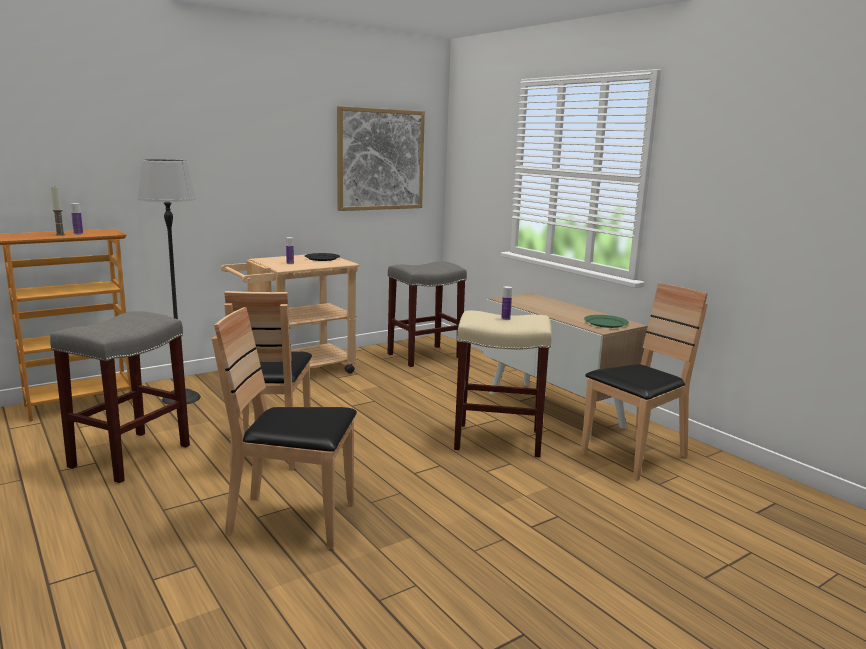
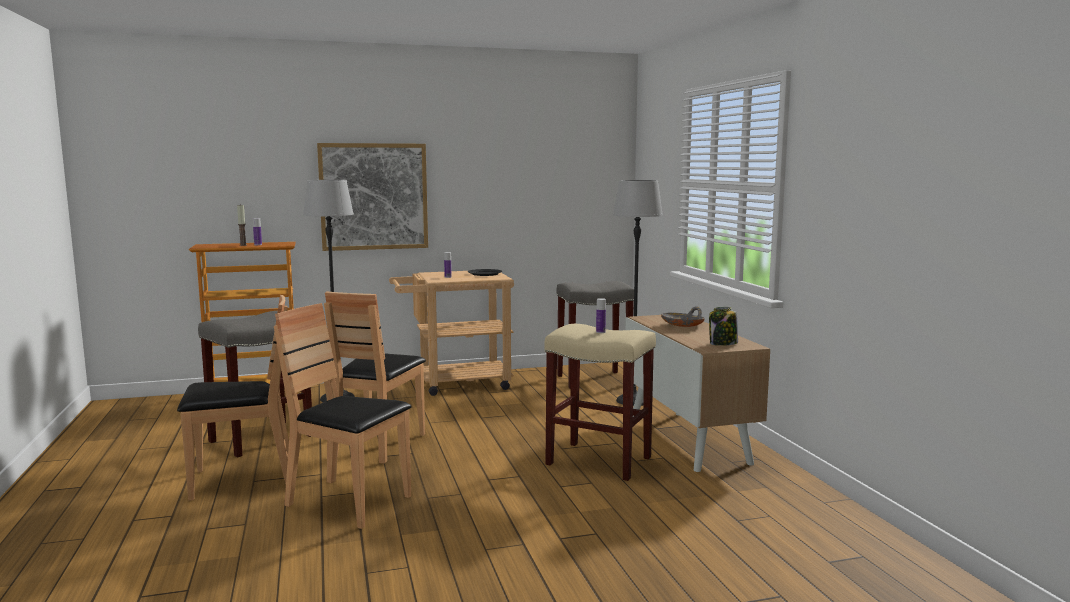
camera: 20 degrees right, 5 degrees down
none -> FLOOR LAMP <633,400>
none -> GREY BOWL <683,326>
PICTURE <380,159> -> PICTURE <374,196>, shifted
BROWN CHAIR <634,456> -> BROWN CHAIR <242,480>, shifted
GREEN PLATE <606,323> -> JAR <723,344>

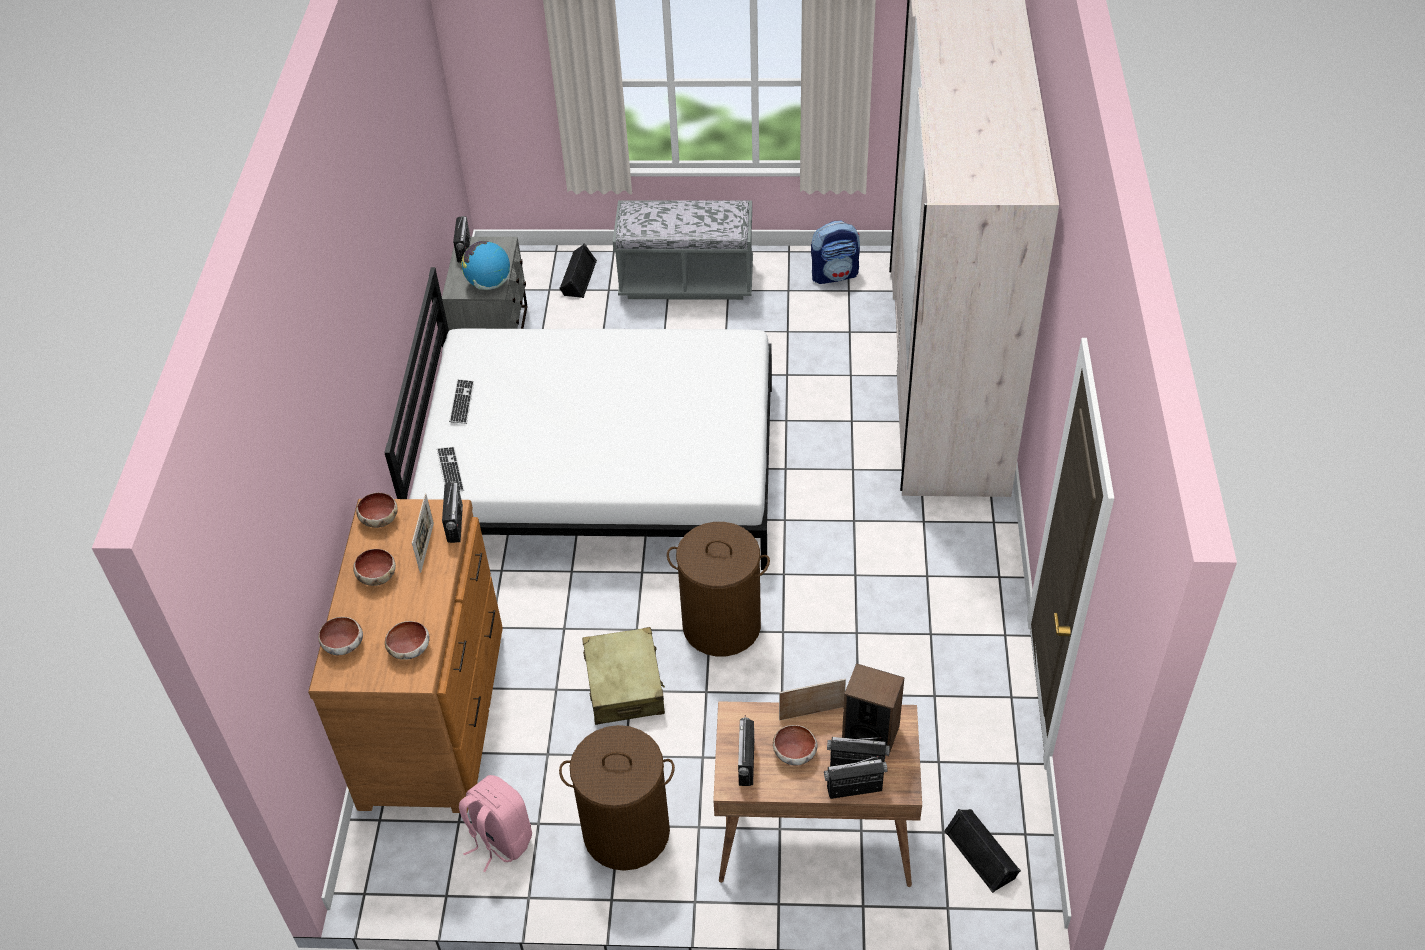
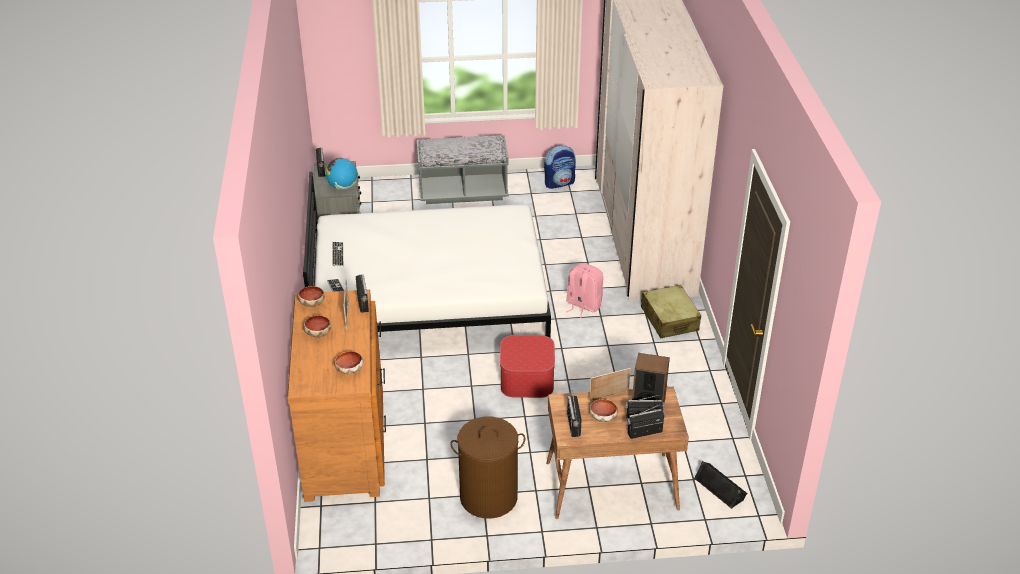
camera: 10 degrees left, 10 degrees down
BOWL <344,644> -> none
BLACK SPEAKER <577,277> -> none
PINK BACKPACK <499,839> -> PINK BACKPACK <582,305>, shifted
BEIGE SUITCASE <624,685> -> BEIGE SUITCASE <669,319>, shifted
BROWN LAUNDRY BASKET <721,626> -> OTTOMAN <526,379>

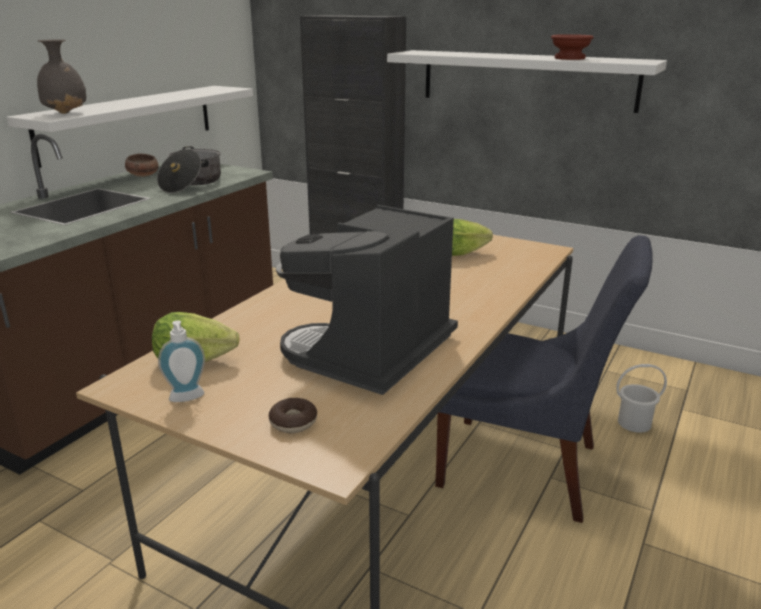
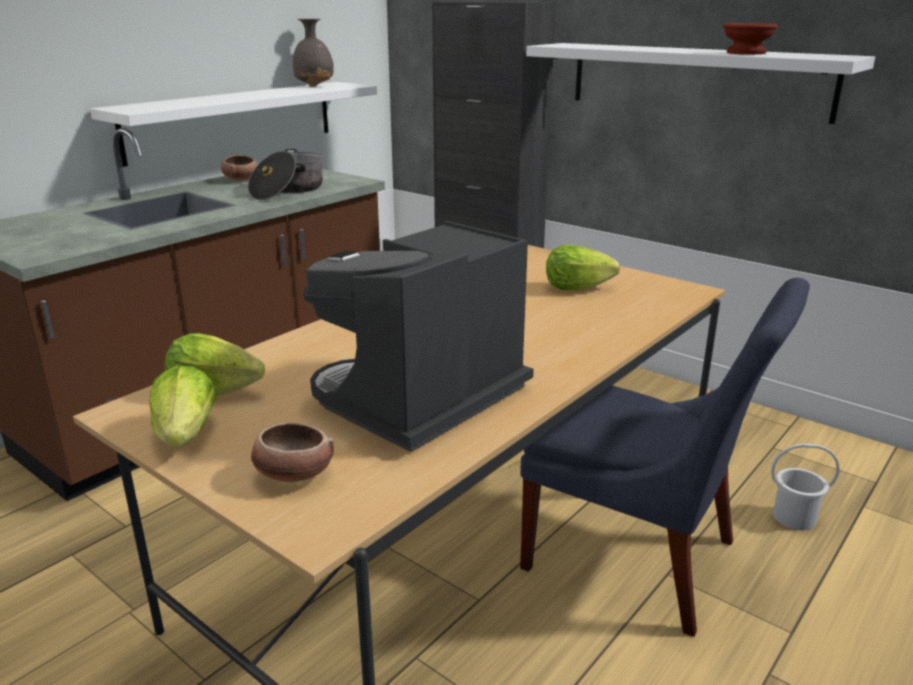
camera: 10 degrees right, 0 degrees up
GREY VASE <67,113> -> GREY VASE <315,86>, shifted
SOAP DISPENSER <187,399> -> LETTUCE <186,435>
DONUT <293,422> -> BOWL <292,474>

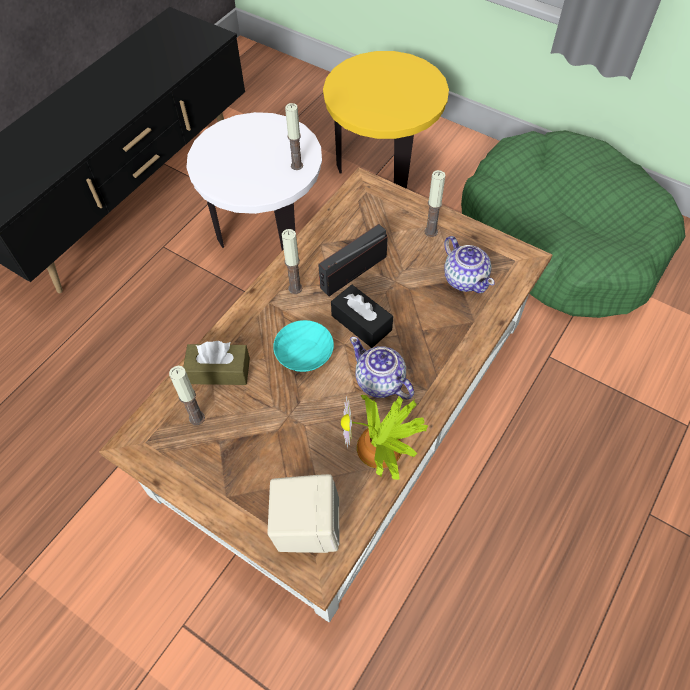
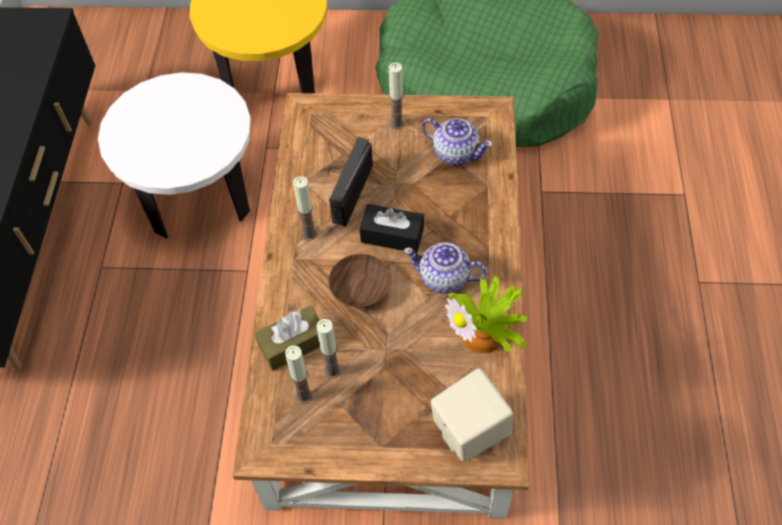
camera: 30 degrees left, 0 degrees up
CANDLE <297,165> -> CANDLE <332,371>, shifted
TURQUOISE BOWL <305,352> -> BROWN BOWL <361,286>

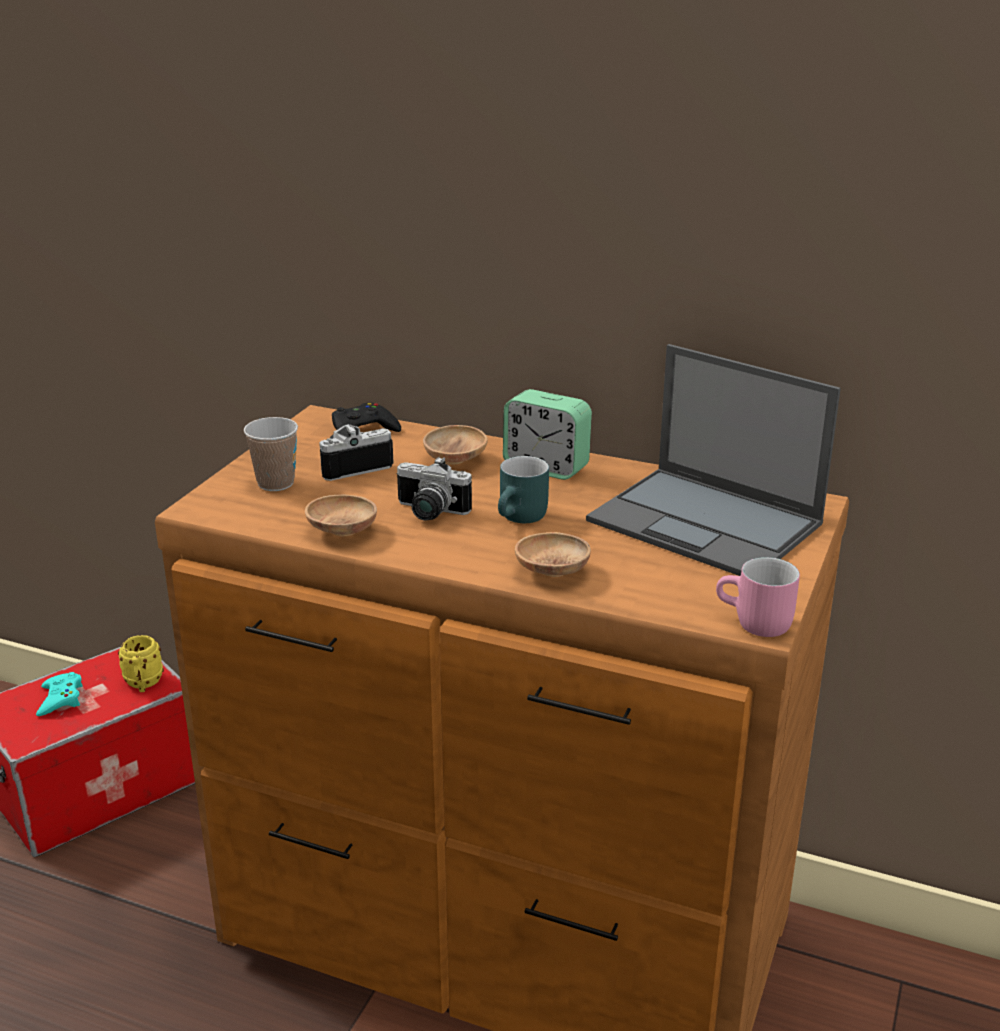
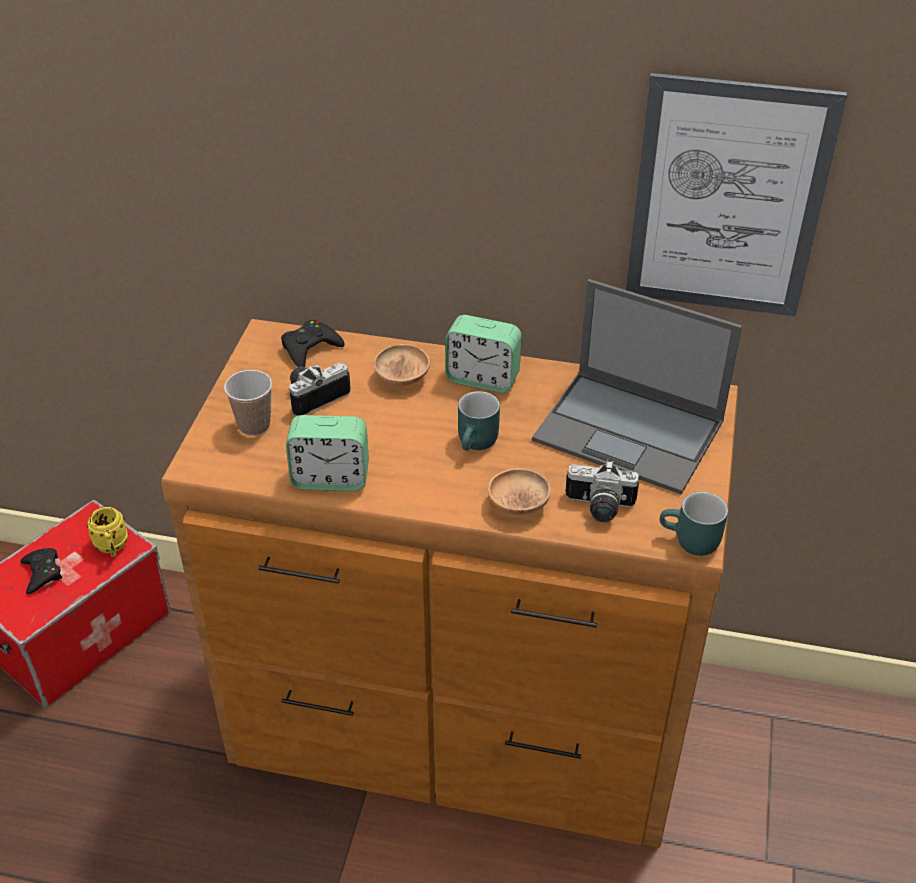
camera: 10 degrees left, 15 degrees up
none -> PICTURE <727,199>
PHOTO CAMERA <428,513> -> PHOTO CAMERA <599,508>, shifted
BROWN BOWL <342,531> -> ALARM CLOCK <330,478>
TURQUOISE GAME CONTROLLER <60,699> -> BLACK GAME CONTROLLER <42,573>
PINK MUG <754,624> -> TURQUOISE MUG <690,542>

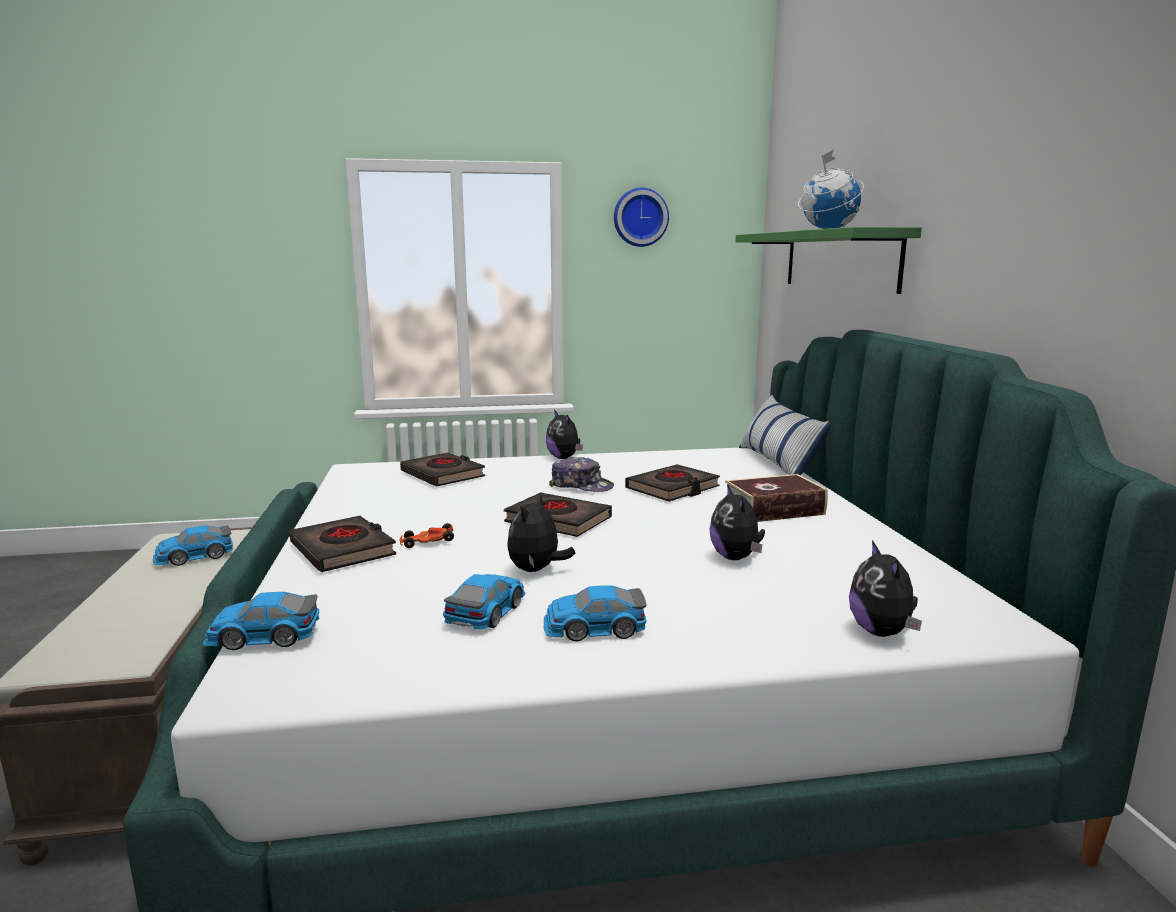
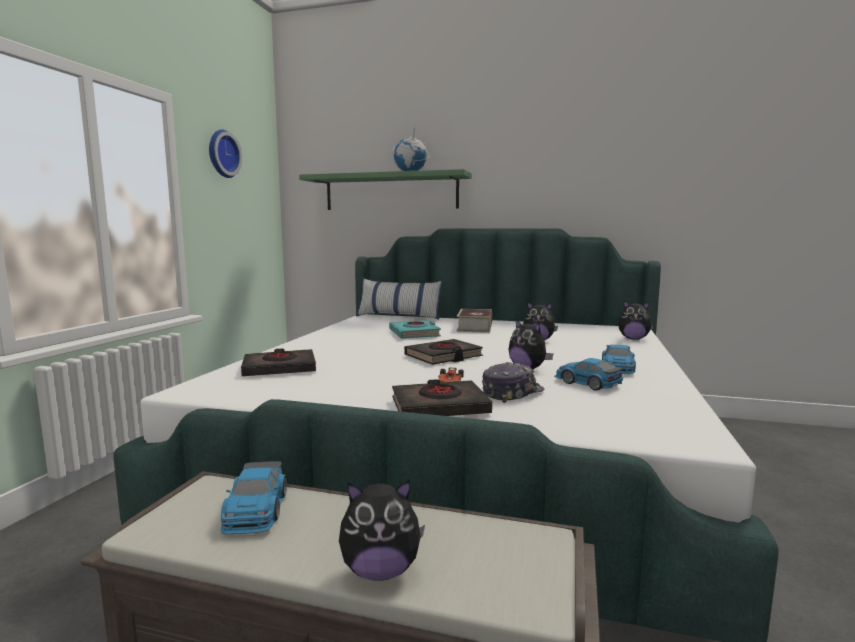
camera: 65 degrees left, 5 degrees down
TOY CAR <263,636> -> none
PLUSH TOY <564,458> -> PLUSH TOY <380,571>, shifted
CAP <581,486> -> CAP <512,393>, shifted
BLACK BOOK <672,489> -> TURQUOISE BOOK <414,333>

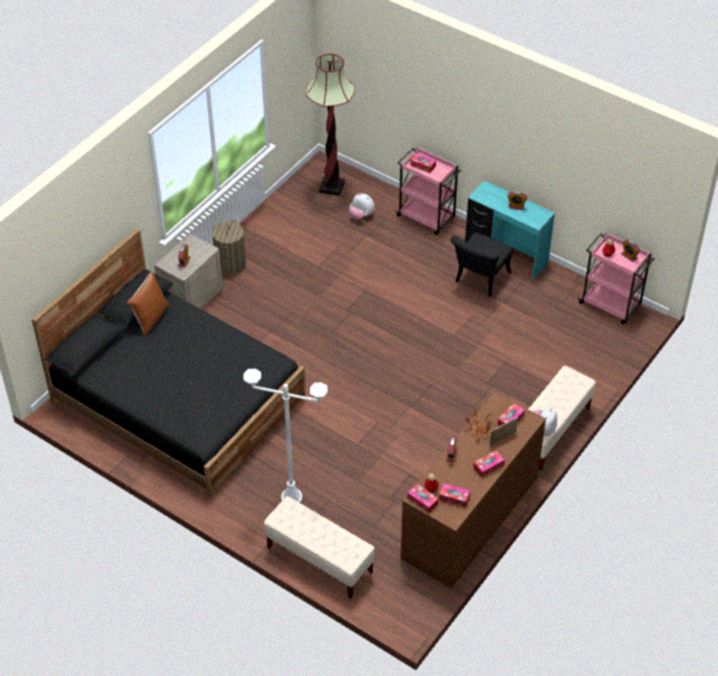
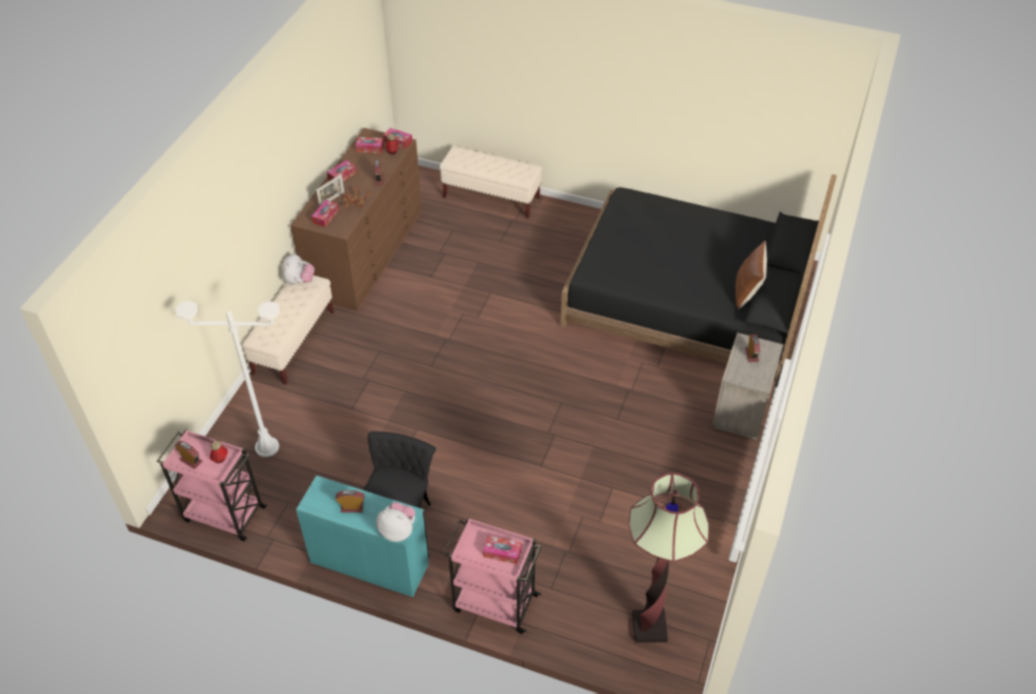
camera: 165 degrees right, 0 degrees up
LAUNDRY BASKET <230,264> -> none
WHITE FLOOR LAMP <291,497> -> WHITE FLOOR LAMP <267,447>, shifted
PLUSH TOY <361,215> -> PLUSH TOY <398,531>, shifted

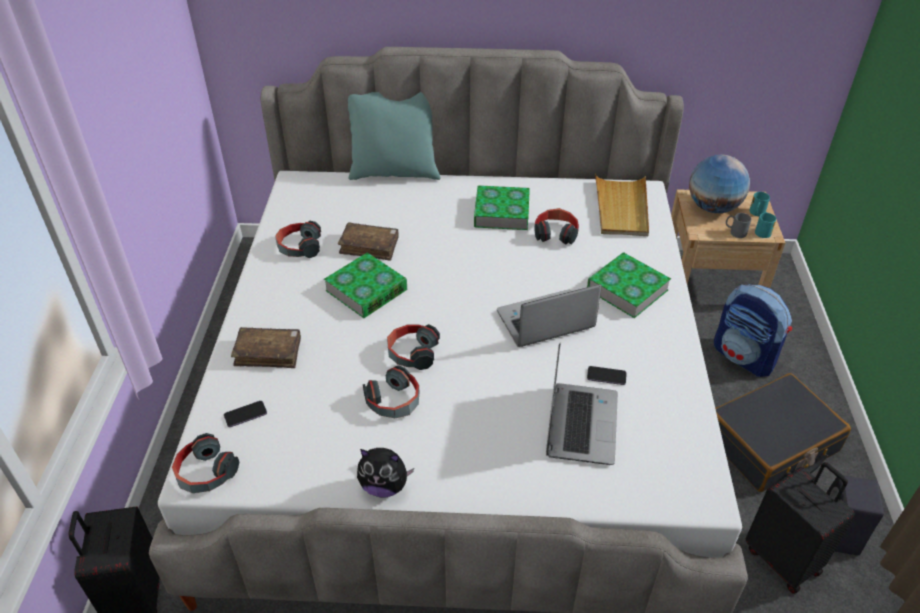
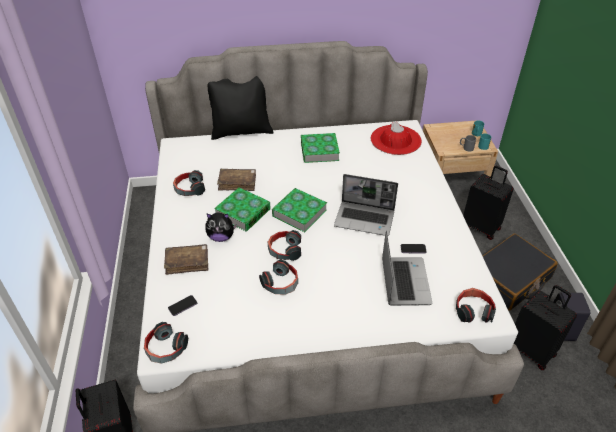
camera: 10 degrees left, 0 degrees up
GLOBE <712,207> -> none
PLUSH TOY <384,486> -> PLUSH TOY <221,237>, shifted
HEADPHONES <556,233> -> HEADPHONES <473,310>, shifted
BOOK <627,289> -> BOOK <299,213>, shifted
BEIGE TRAY <621,208> -> RED HAT <395,140>
BACKPACK <744,357> -> BLACK SUITCASE <481,227>
TURQUOISE PILLOW <395,172> -> BLACK PILLOW <241,131>
LAPTOP <544,321> -> LAPTOP <365,219>, 135 degrees counterclockwise

